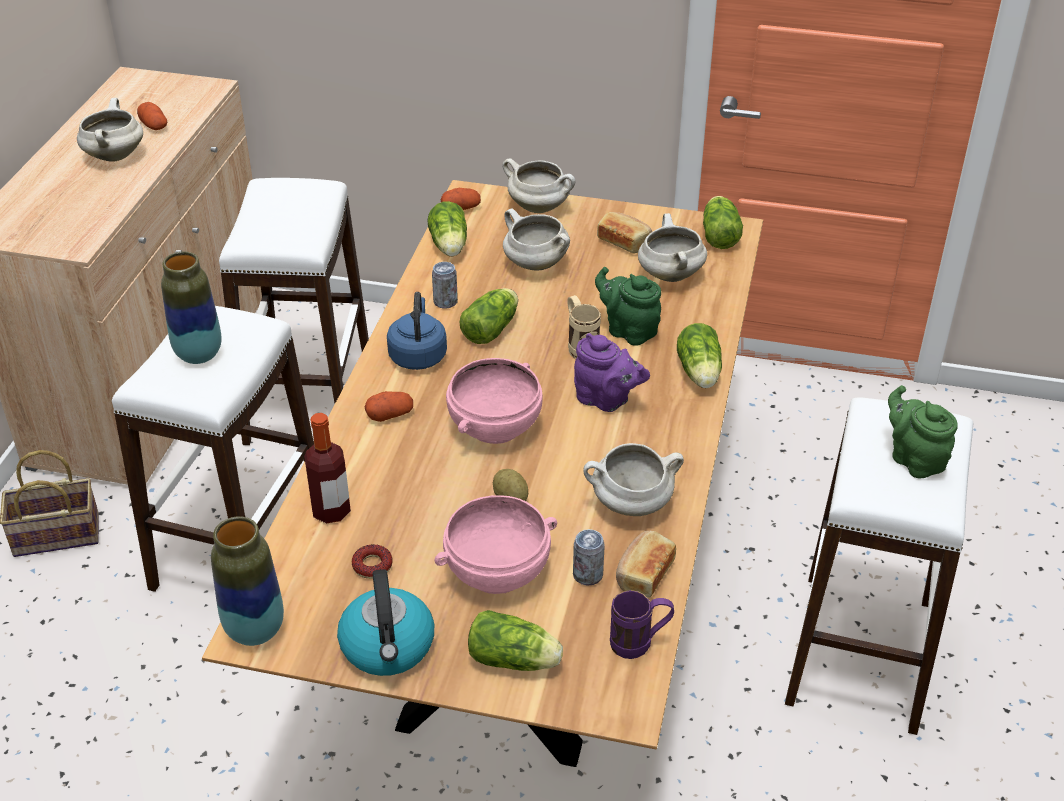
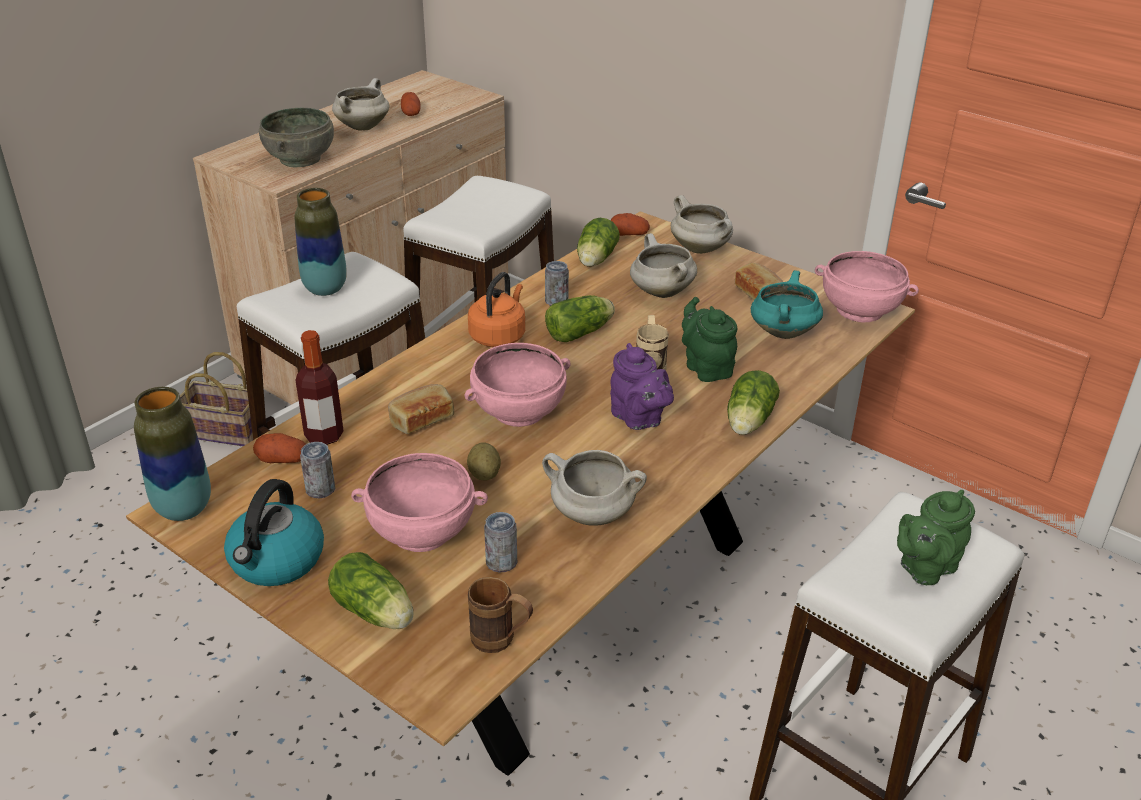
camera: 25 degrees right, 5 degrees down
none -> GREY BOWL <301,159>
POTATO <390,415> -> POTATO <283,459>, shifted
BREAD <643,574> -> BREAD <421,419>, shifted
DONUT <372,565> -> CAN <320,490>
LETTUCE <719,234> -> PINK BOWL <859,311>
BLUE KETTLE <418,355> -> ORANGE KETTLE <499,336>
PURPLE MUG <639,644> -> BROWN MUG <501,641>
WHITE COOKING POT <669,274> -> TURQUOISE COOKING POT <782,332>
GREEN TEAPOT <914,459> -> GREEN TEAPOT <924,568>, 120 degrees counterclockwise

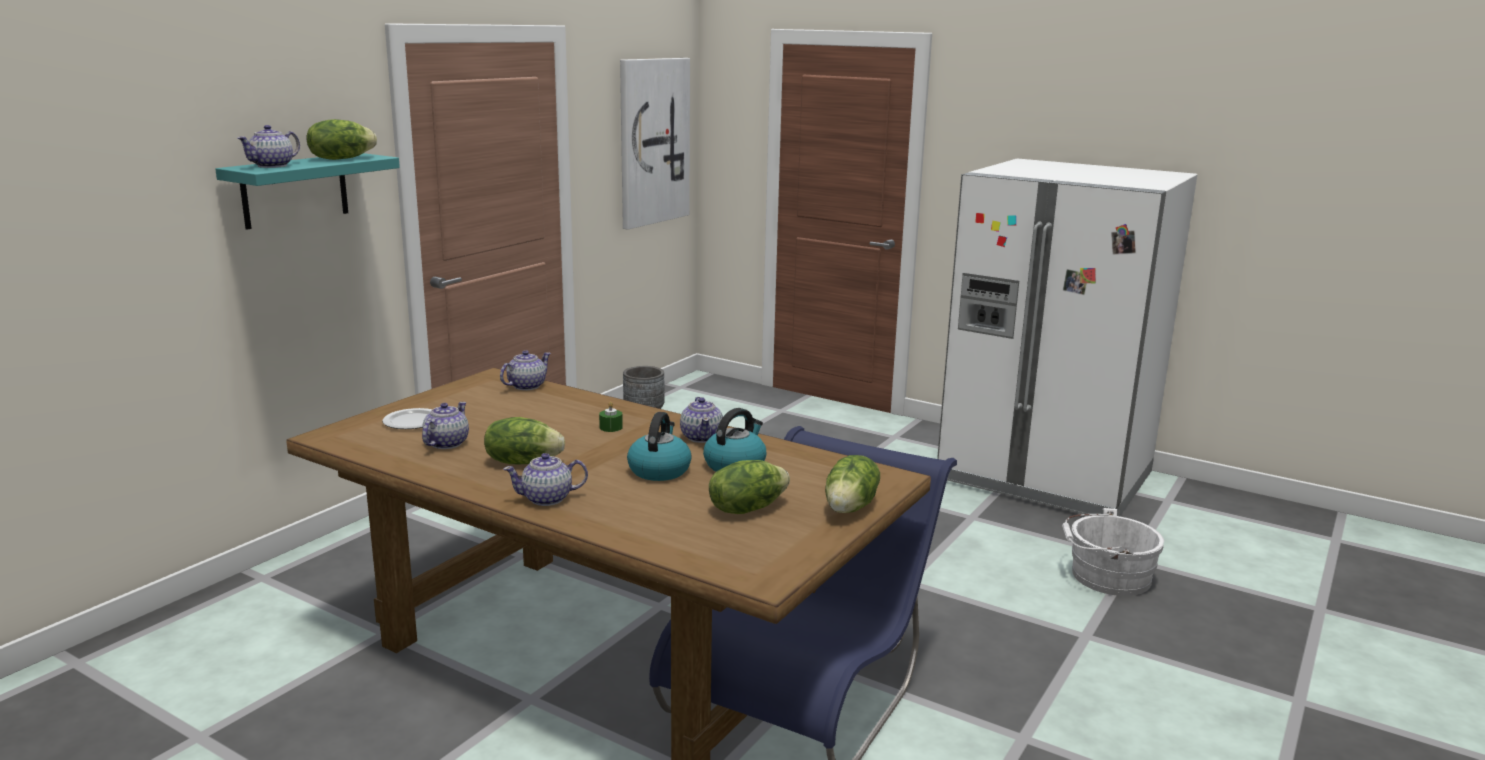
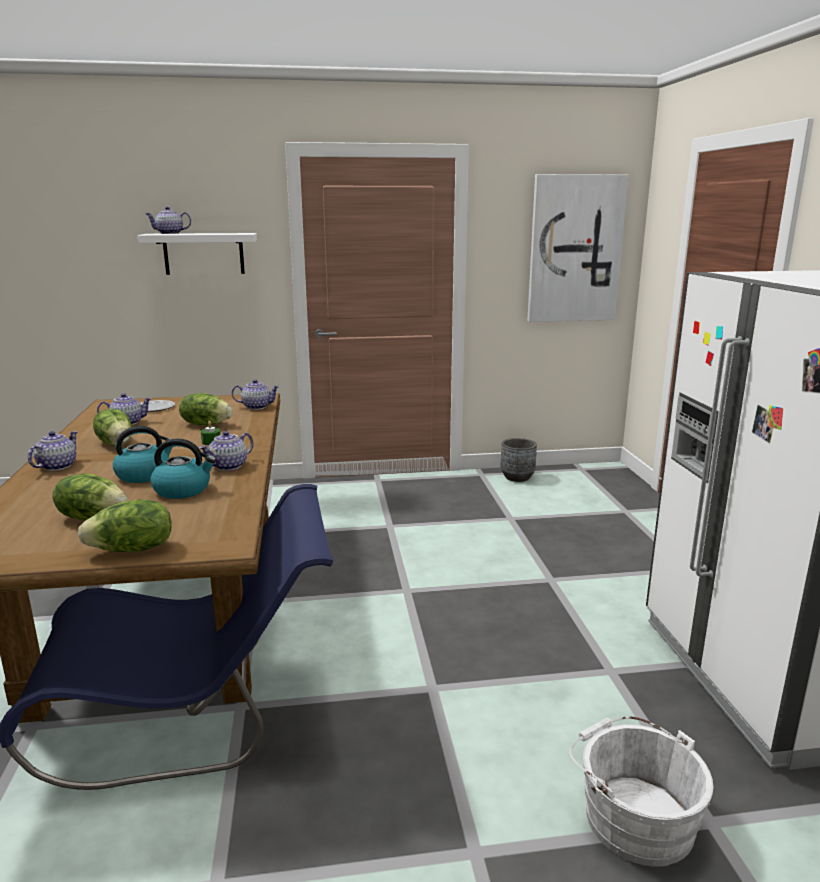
camera: 50 degrees right, 0 degrees up
LETTUCE <341,159> -> LETTUCE <206,424>, shifted
TURQUOISE SHELF <295,190> -> WHITE SHELF <204,253>
TEAPOT <547,499> -> TEAPOT <56,466>, 75 degrees clockwise

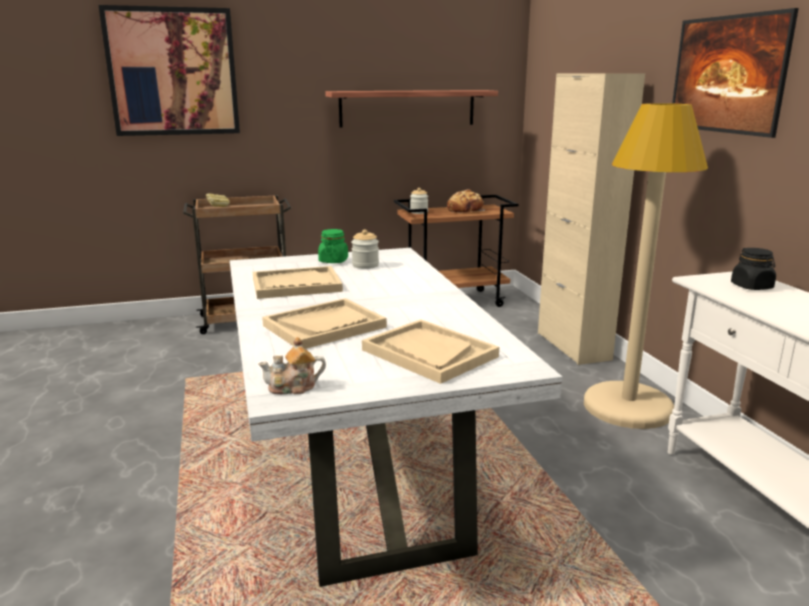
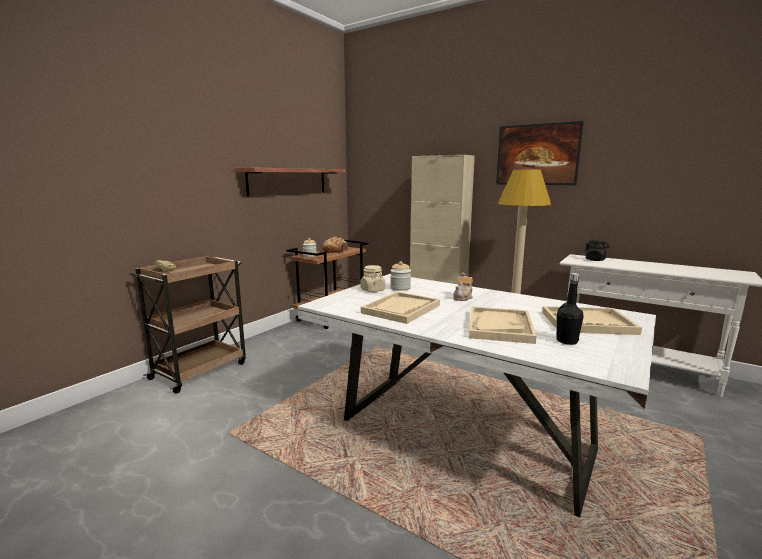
camera: 40 degrees left, 5 degrees down
PICTURE <173,72> -> none
none -> BLACK BOTTLE <567,341>
TEAPOT <293,387> -> TEAPOT <463,297>, shifted
GREEN JAR <333,261> -> BEIGE JAR <372,290>

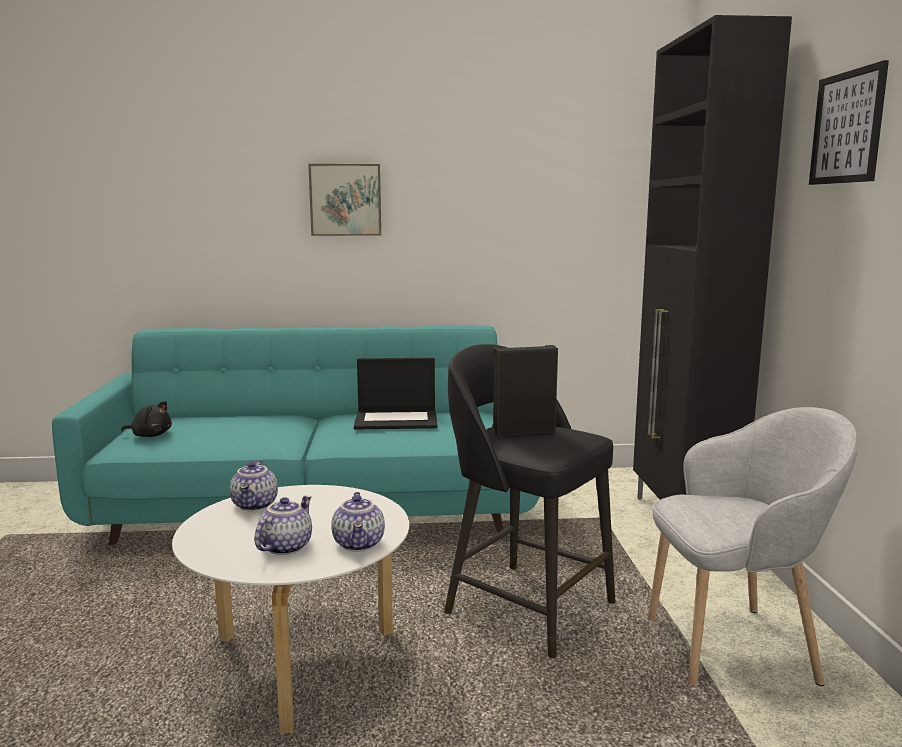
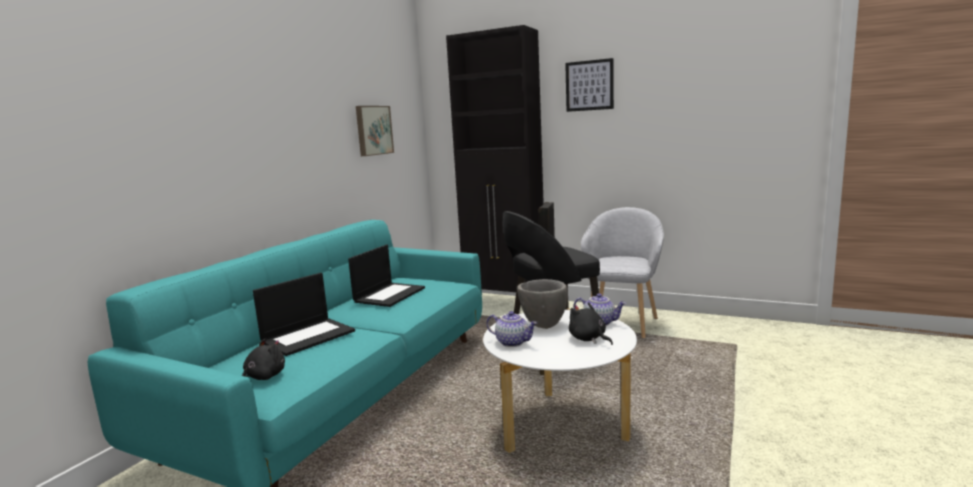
camera: 60 degrees left, 0 degrees up
none -> LAPTOP <308,336>
none -> GREY BOWL <543,324>
PICTURE <345,200> -> PICTURE <373,130>, shifted
TEAPOT <285,547> -> BLACK PLUSH TOY <588,339>

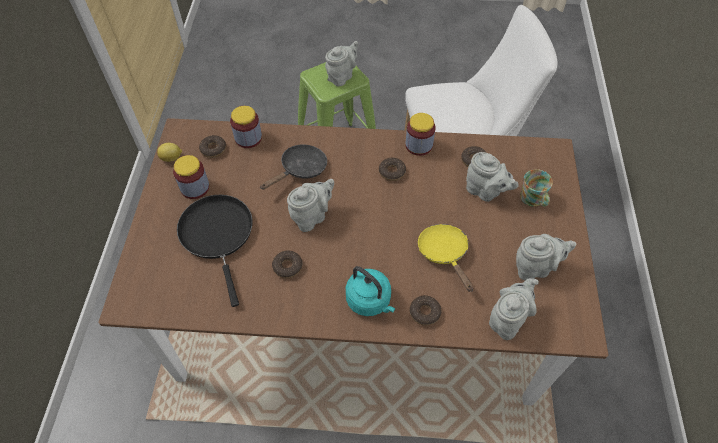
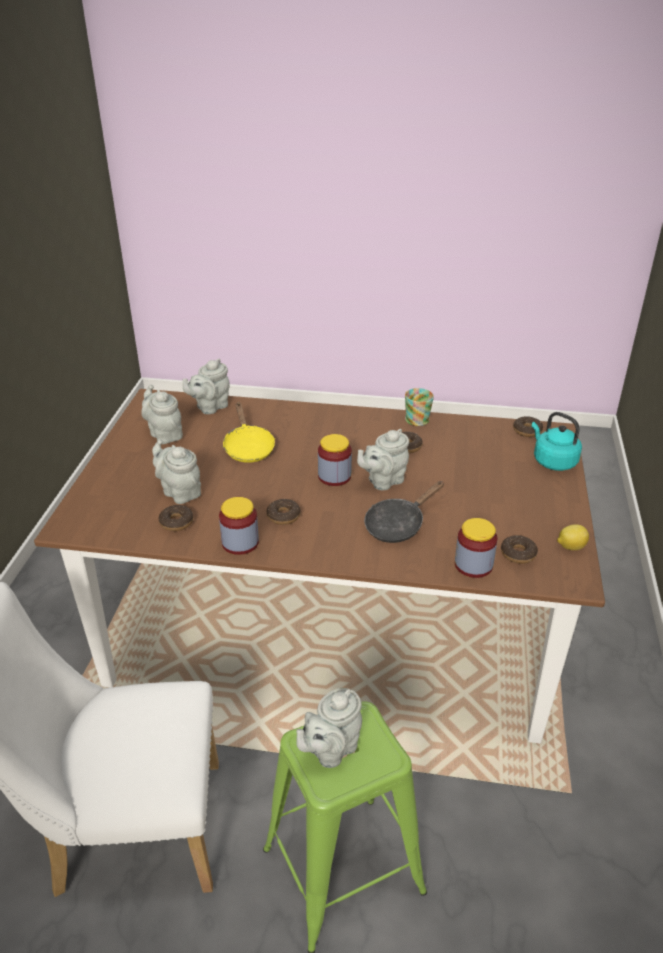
camera: 175 degrees left, 20 degrees down
BLACK FRYING PAN <218,235> -> none
JAR <195,187> -> JAR <334,476>, shifted
TURQUOISE KETTLE <370,301> -> TURQUOISE KETTLE <552,461>, shifted
DONUT <424,312> -> DONUT <527,431>, shifted
MUG <533,200> -> MUG <415,418>, shifted
GREY TEAPOT <535,268> -> GREY TEAPOT <164,434>, 60 degrees clockwise

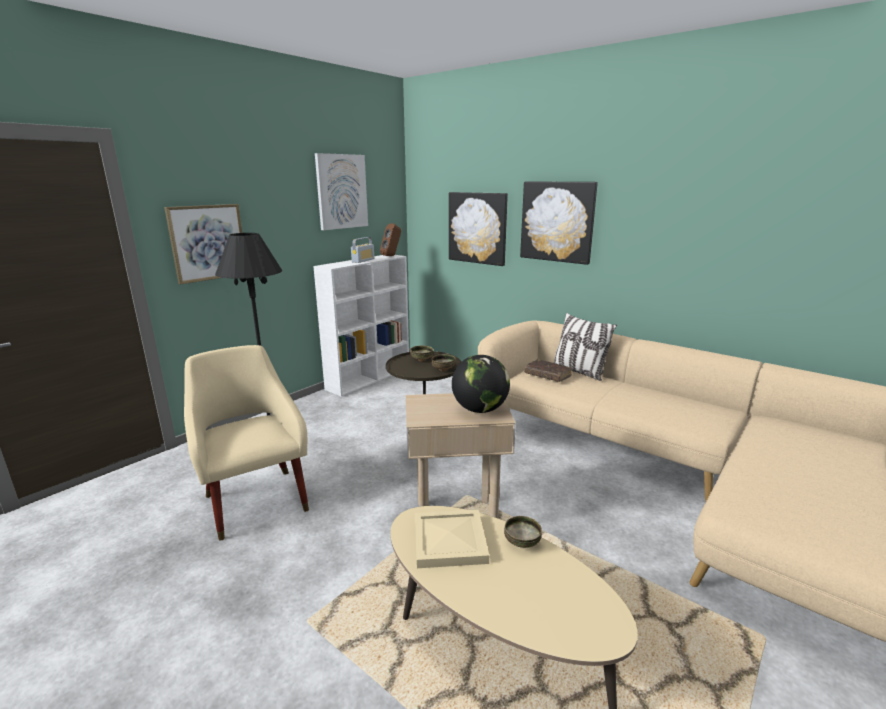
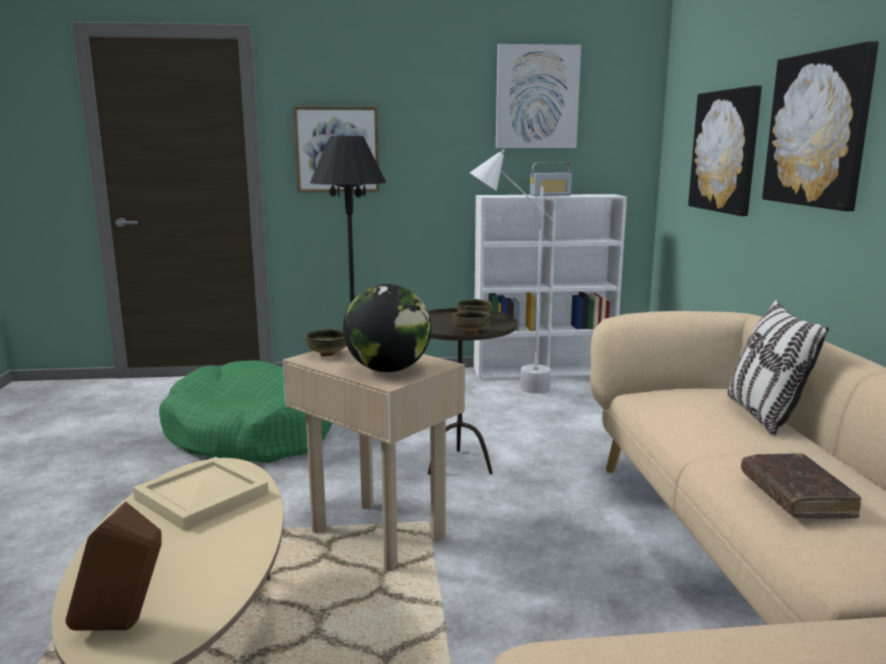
camera: 45 degrees right, 5 degrees down
none -> WHITE FLOOR LAMP <509,388>
BROWN SPEAKER <392,256> -> BROWN SPEAKER <125,628>, shifted
BOWL <521,542> -> BOWL <327,354>, shifted
BROWN BOOK <547,375> -> BROWN BOOK <796,496>, shifted
BEIGE ARMCHAIR <255,498> -> GREEN DOG BED <251,433>

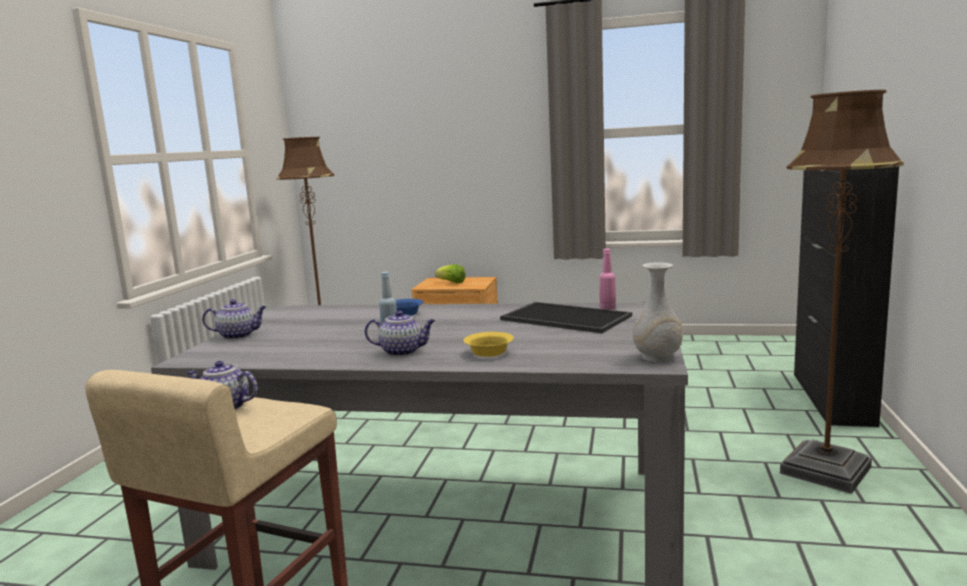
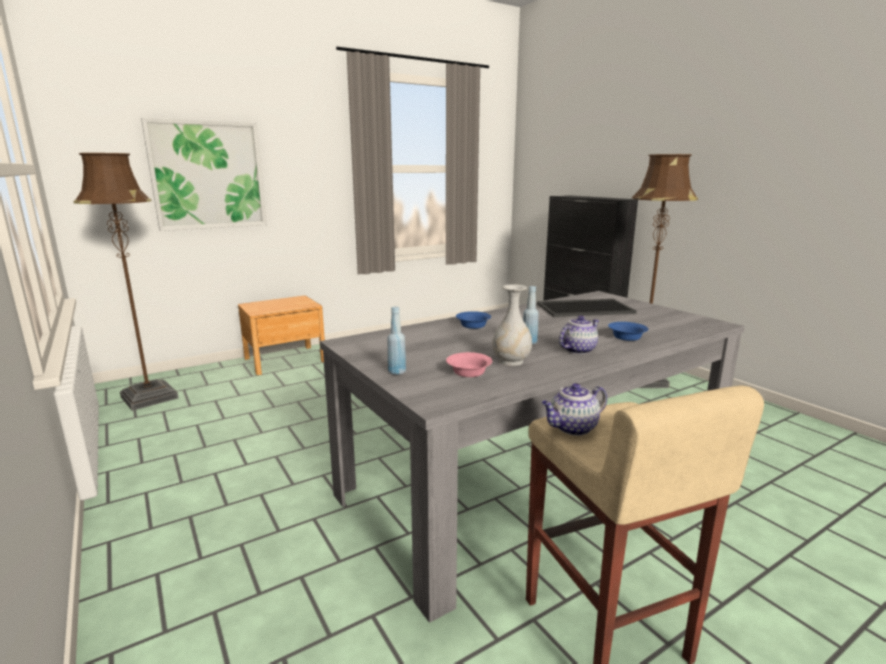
camera: 45 degrees left, 5 degrees up
LETTUCE <451,282> -> none
PINK BOTTLE <607,308> -> none
none -> PICTURE <208,175>
none -> PINK BOWL <467,372>
WHITE VASE <657,357> -> WHITE VASE <511,361>, shifted
TEAPOT <238,335> -> BLUE BOTTLE <397,372>
YELLOW BOWL <490,352> -> BLUE BOWL <627,337>

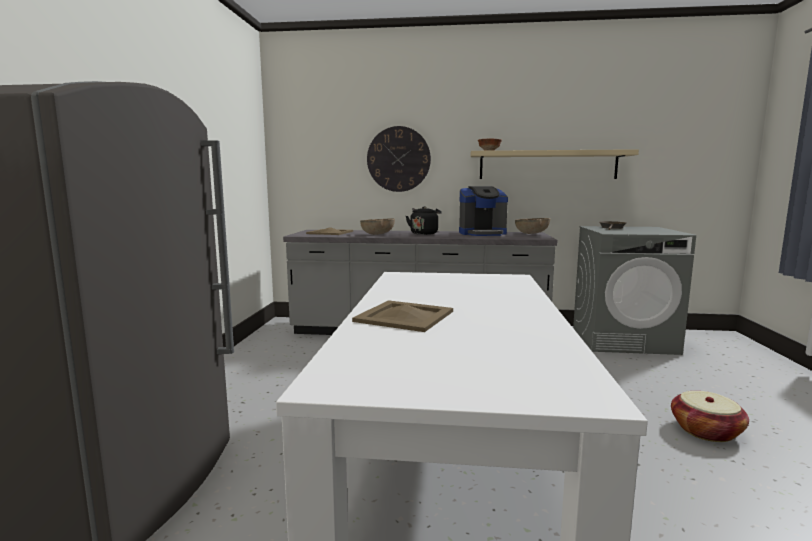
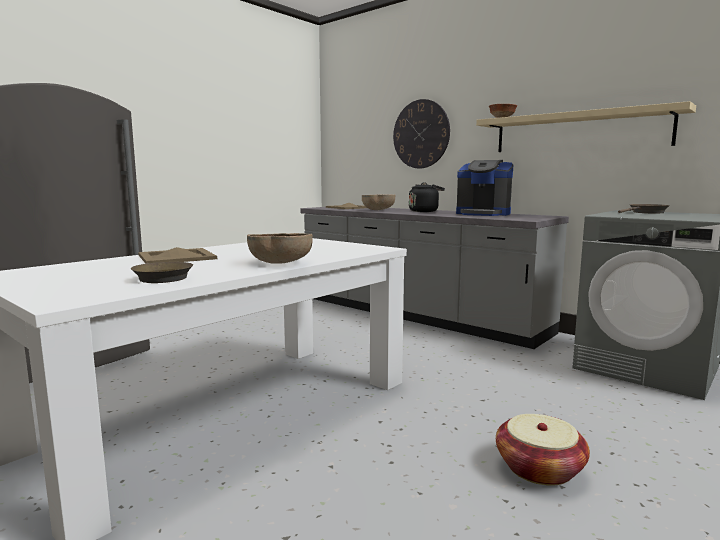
camera: 35 degrees right, 0 degrees up
none -> BROWN FRYING PAN <161,278>
BROWN BOWL <532,233> -> BROWN BOWL <280,263>, shifted

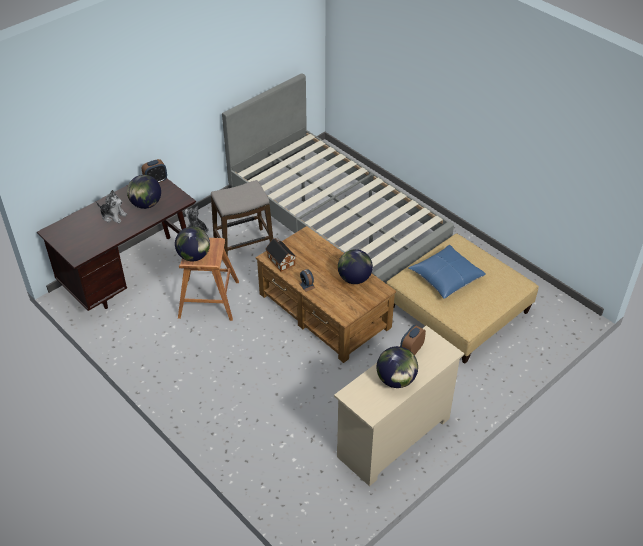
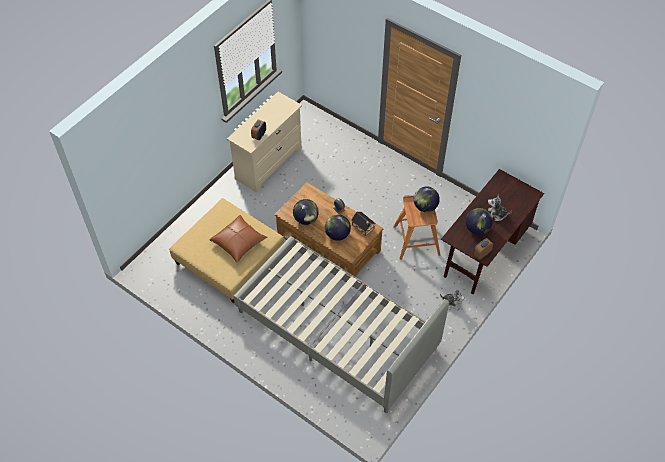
camera: 170 degrees right, 10 degrees up
STOOL <244,246> -> none
GLOBE <396,380> -> GLOBE <337,234>, shifted
BLUE PILLOW <446,278> -> BROWN PILLOW <239,242>

